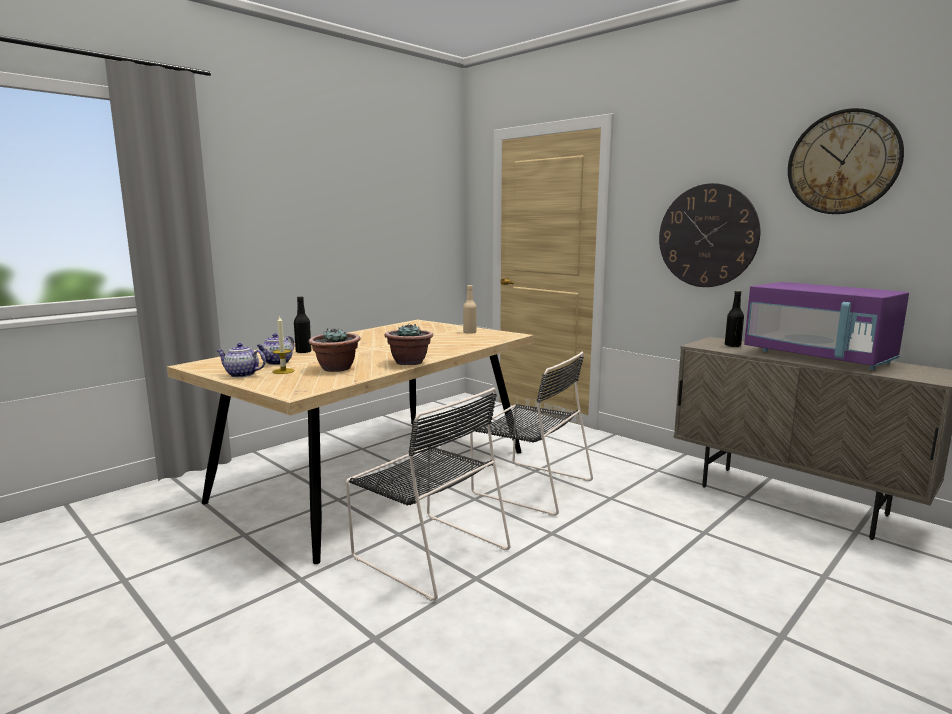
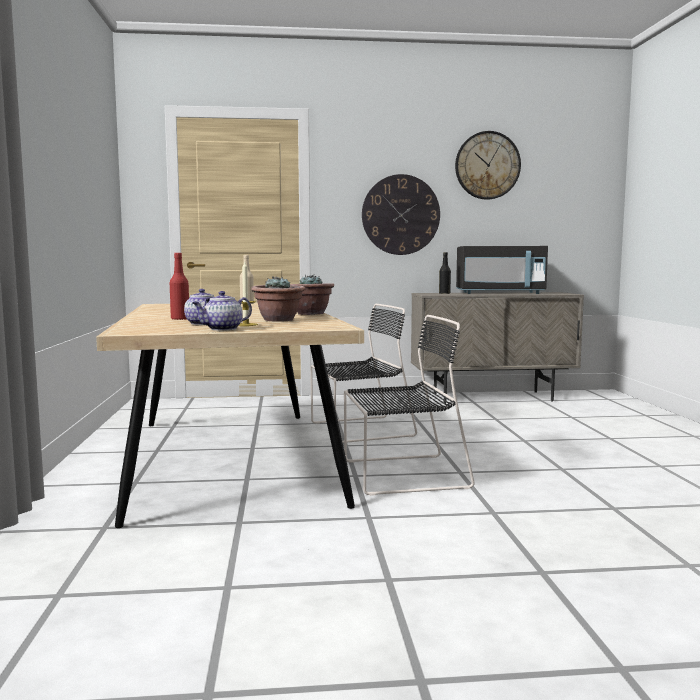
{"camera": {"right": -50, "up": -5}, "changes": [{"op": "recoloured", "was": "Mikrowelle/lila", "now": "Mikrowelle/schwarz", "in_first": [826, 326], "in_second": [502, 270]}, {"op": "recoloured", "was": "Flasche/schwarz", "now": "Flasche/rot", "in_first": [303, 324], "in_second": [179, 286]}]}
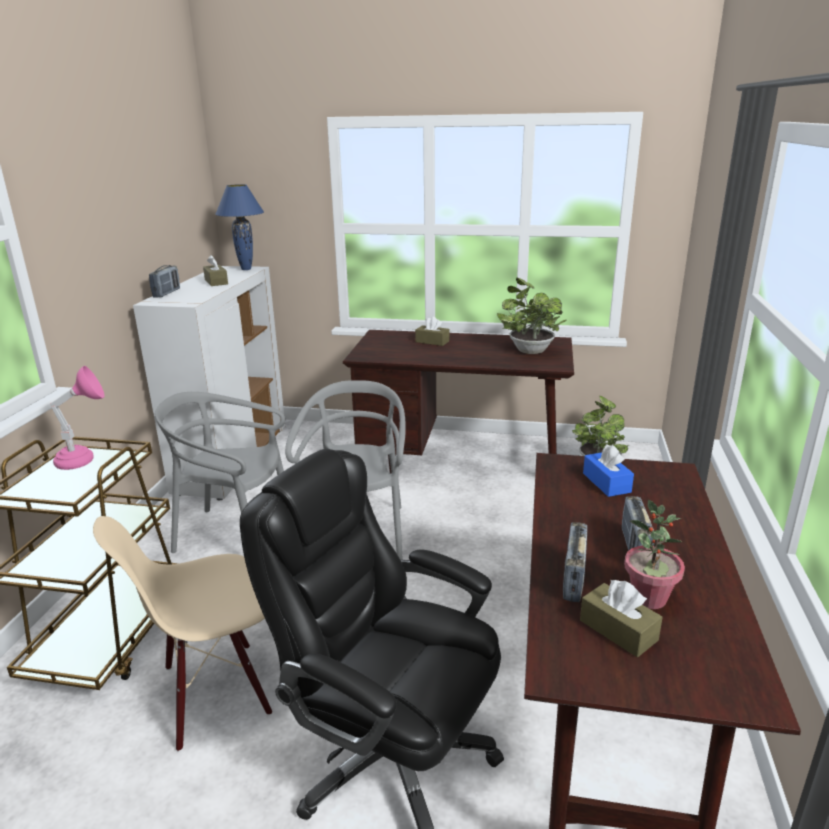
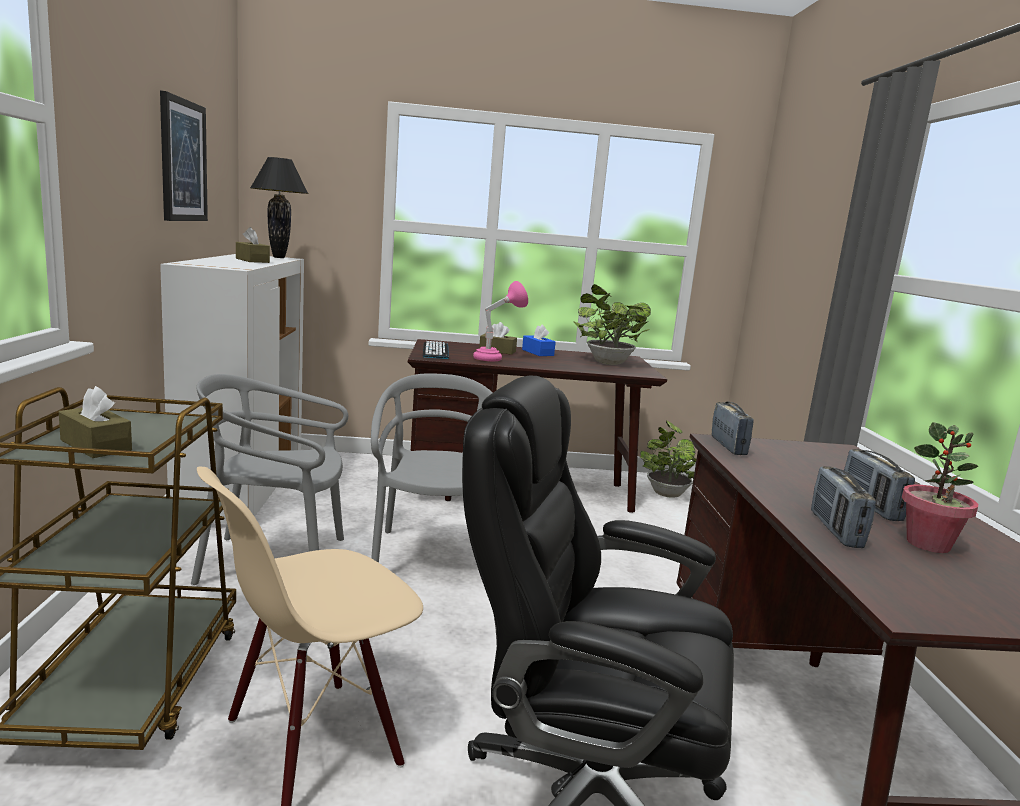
{"camera": {"right": -15, "up": -10}, "changes": [{"op": "recoloured", "was": "Tischlampe/blau", "now": "Tischlampe/schwarz", "in_first": [239, 227], "in_second": [279, 207]}, {"op": "moved", "was": "Radio", "in_first": [164, 281], "in_second": [733, 428]}, {"op": "moved", "was": "Tischlampe/rosa", "in_first": [77, 418], "in_second": [500, 321]}, {"op": "moved", "was": "Taschentuchbox/blau", "in_first": [608, 470], "in_second": [539, 340]}, {"op": "moved", "was": "Taschentuchbox/braun", "in_first": [621, 618], "in_second": [95, 422]}, {"op": "added", "now": "Bild", "in_second": [184, 156]}, {"op": "added", "now": "Tastatur", "in_second": [436, 350]}]}
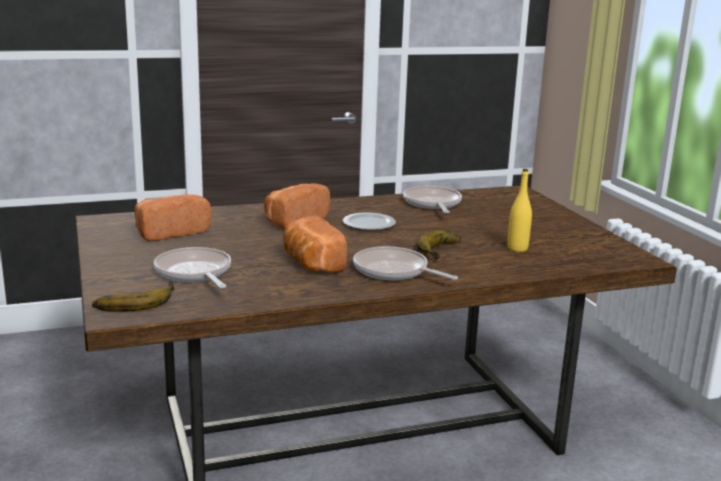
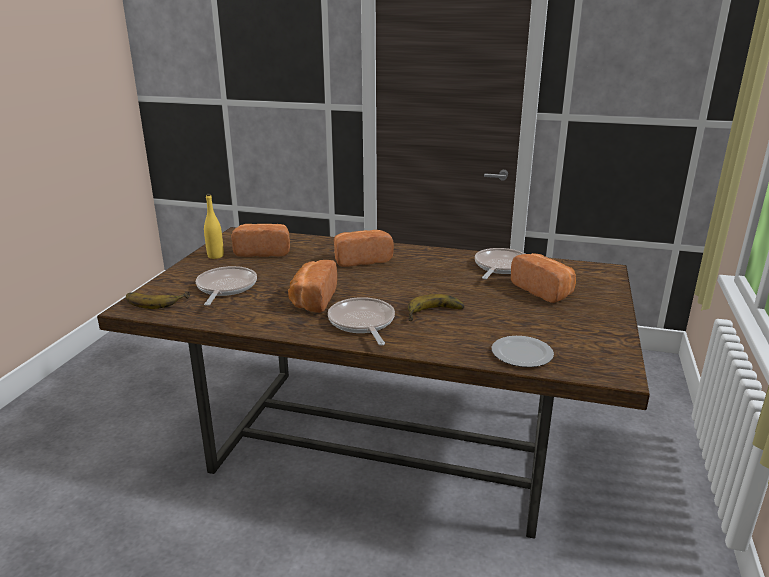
{"camera": {"right": 35, "up": 5}, "changes": [{"op": "moved", "was": "Flasche/gelb", "in_first": [520, 210], "in_second": [214, 226]}, {"op": "moved", "was": "Teller", "in_first": [369, 221], "in_second": [523, 351]}, {"op": "added", "now": "Brot", "in_second": [543, 278]}]}
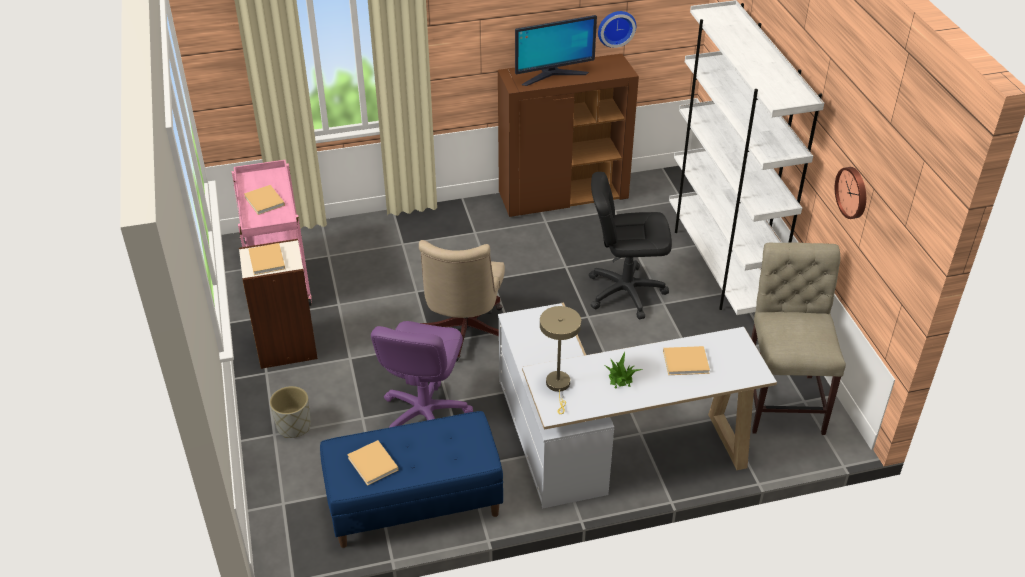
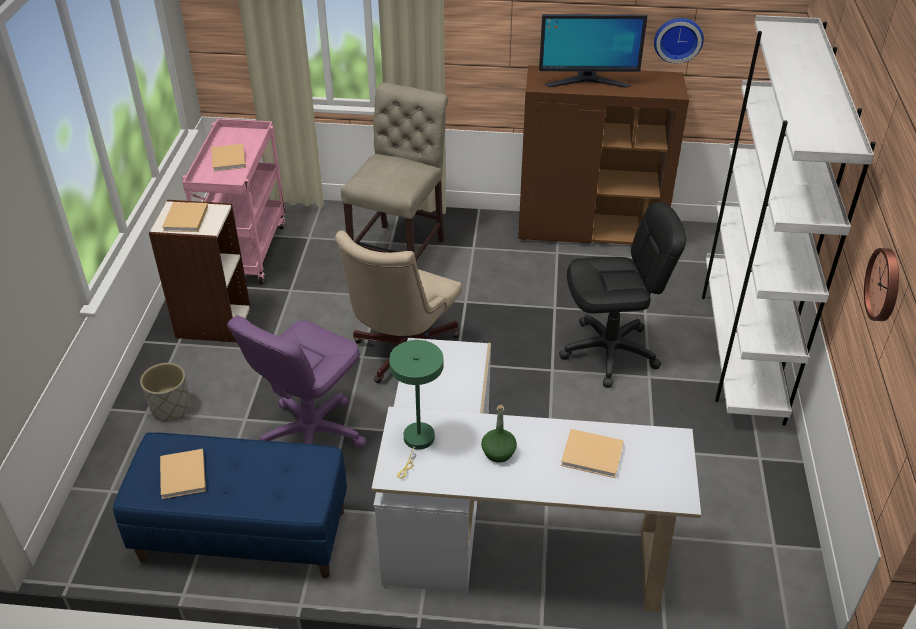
{"camera": {"right": 20, "up": 0}, "changes": [{"op": "turned", "was": "Bürostuhl/schwarz", "in_first": [630, 245], "in_second": [622, 295], "clockwise": 150}, {"op": "moved", "was": "Stuhl/beige", "in_first": [798, 338], "in_second": [394, 172]}, {"op": "recoloured", "was": "Tischlampe/beige", "now": "Tischlampe/grün", "in_first": [560, 360], "in_second": [416, 409]}, {"op": "replaced", "was": "Topfpflanze", "now": "Flasche/grün", "in_first": [624, 370], "in_second": [499, 433]}]}
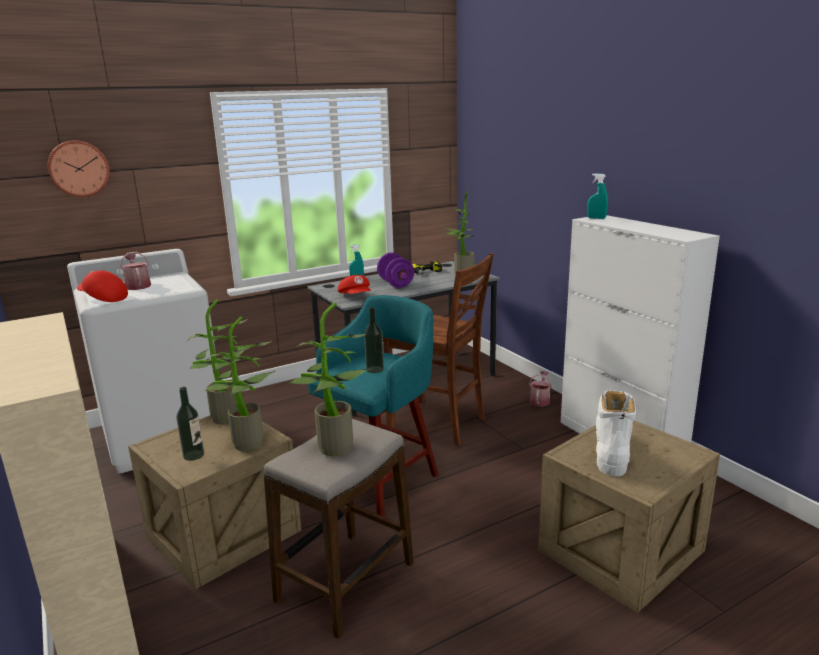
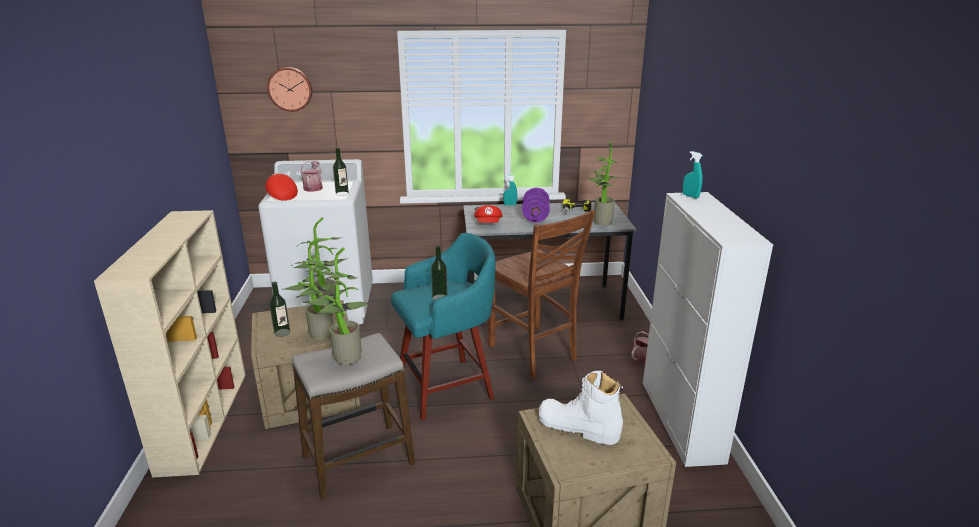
{"camera": {"right": 25, "up": 5}, "changes": [{"op": "turned", "was": "Stiefel/weiß", "in_first": [616, 433], "in_second": [581, 408], "clockwise": -105}, {"op": "added", "now": "Flasche", "in_second": [341, 172]}]}
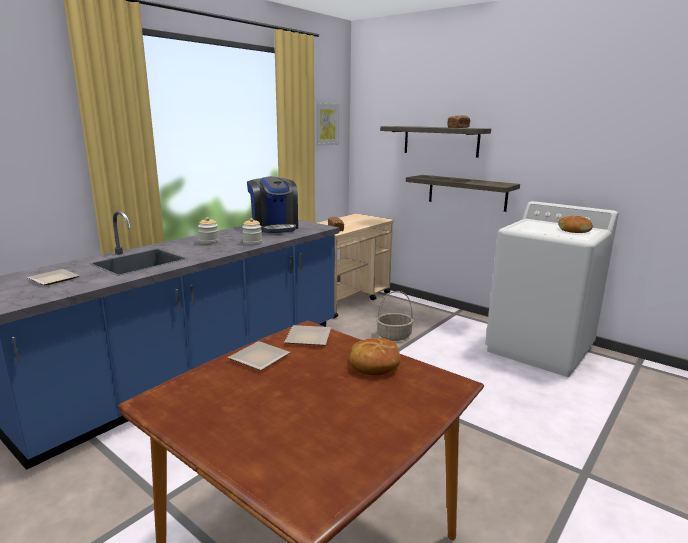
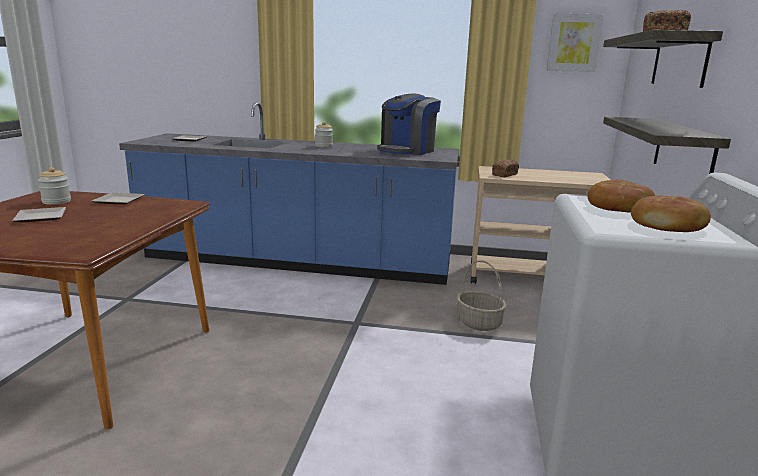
{"camera": {"right": 60, "up": 0}, "changes": [{"op": "moved", "was": "Vorratsglas", "in_first": [252, 231], "in_second": [54, 186]}, {"op": "moved", "was": "Teller", "in_first": [308, 335], "in_second": [39, 214]}, {"op": "moved", "was": "Brot", "in_first": [375, 356], "in_second": [621, 196]}]}
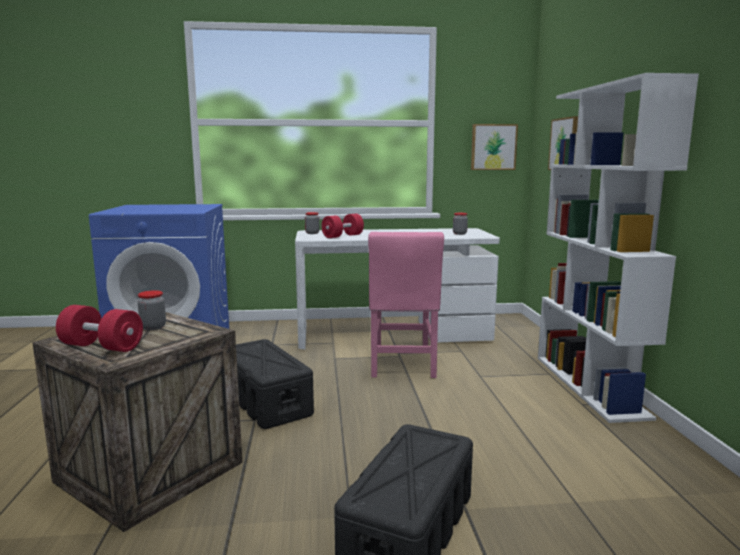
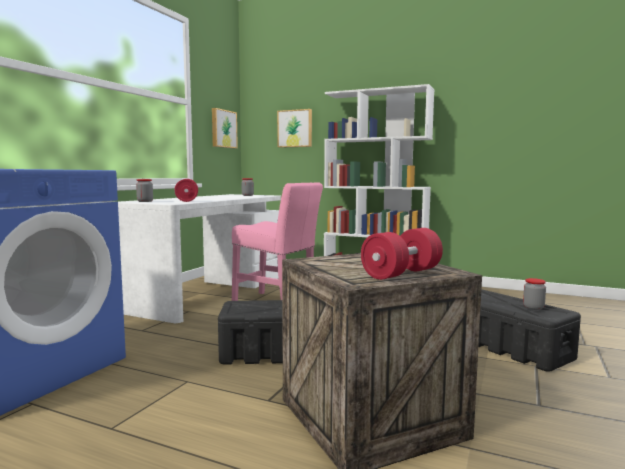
{"camera": {"right": -60, "up": -5}, "changes": [{"op": "moved", "was": "Vorratsglas", "in_first": [152, 310], "in_second": [534, 294]}]}
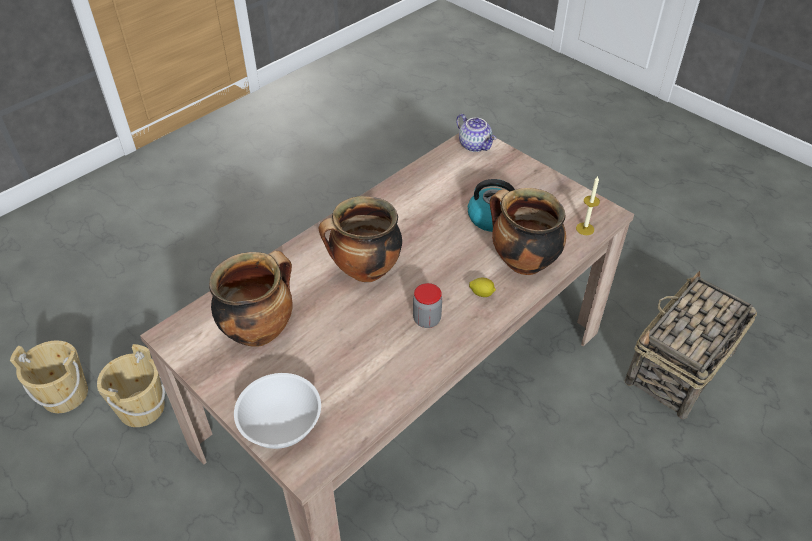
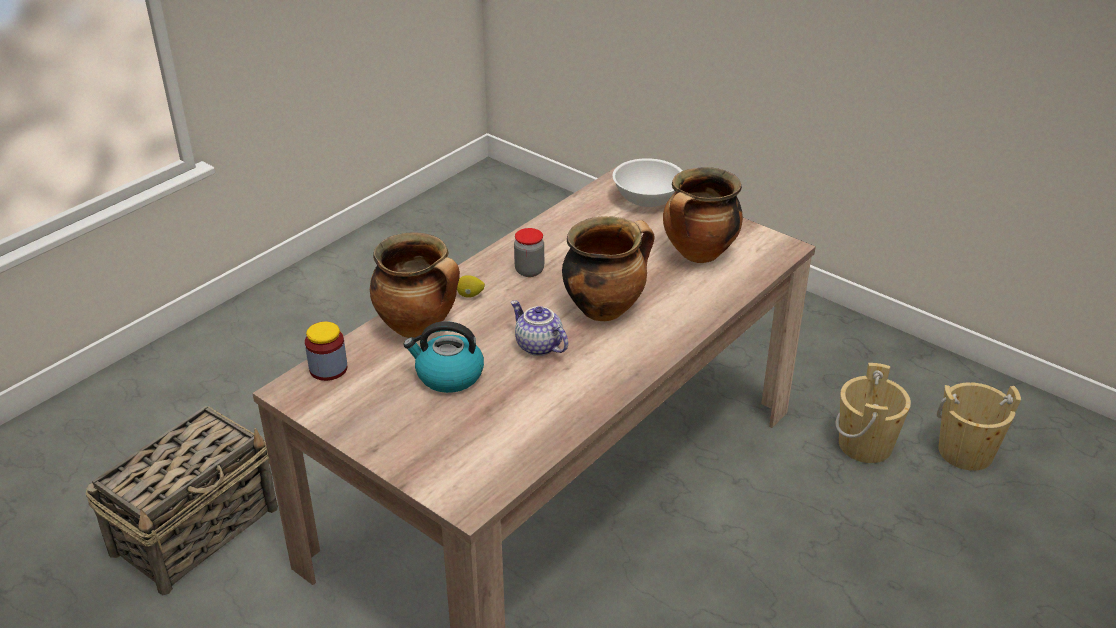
{"camera": {"right": 175, "up": -10}, "changes": [{"op": "moved", "was": "Teekanne", "in_first": [476, 133], "in_second": [539, 328]}, {"op": "replaced", "was": "Kerze", "now": "Vorratsglas", "in_first": [588, 205], "in_second": [326, 351]}]}
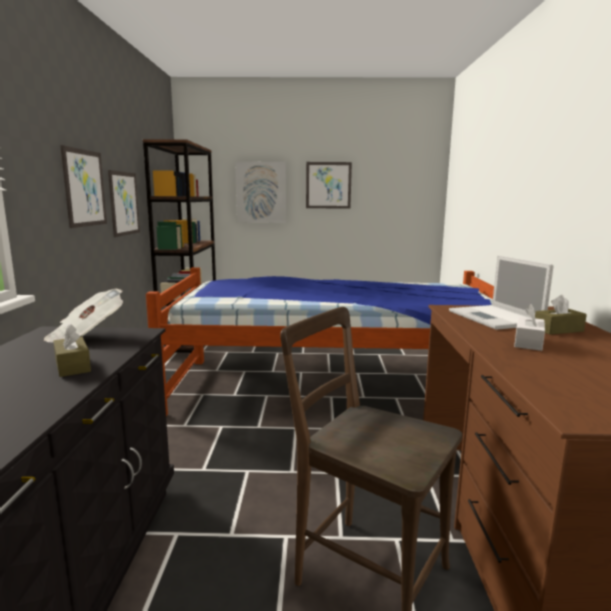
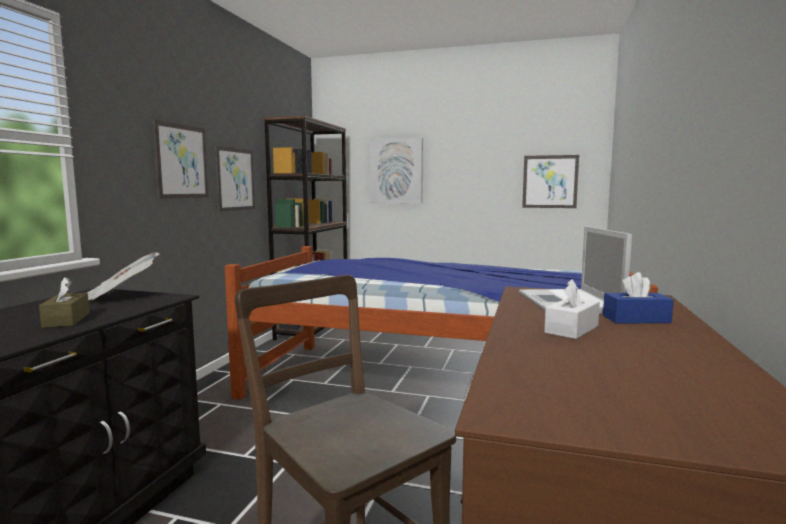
{"camera": {"right": 15, "up": -5}, "changes": [{"op": "moved", "was": "Bild", "in_first": [329, 185], "in_second": [550, 181]}, {"op": "recoloured", "was": "Taschentuchbox/braun", "now": "Taschentuchbox/blau", "in_first": [561, 315], "in_second": [638, 297]}]}
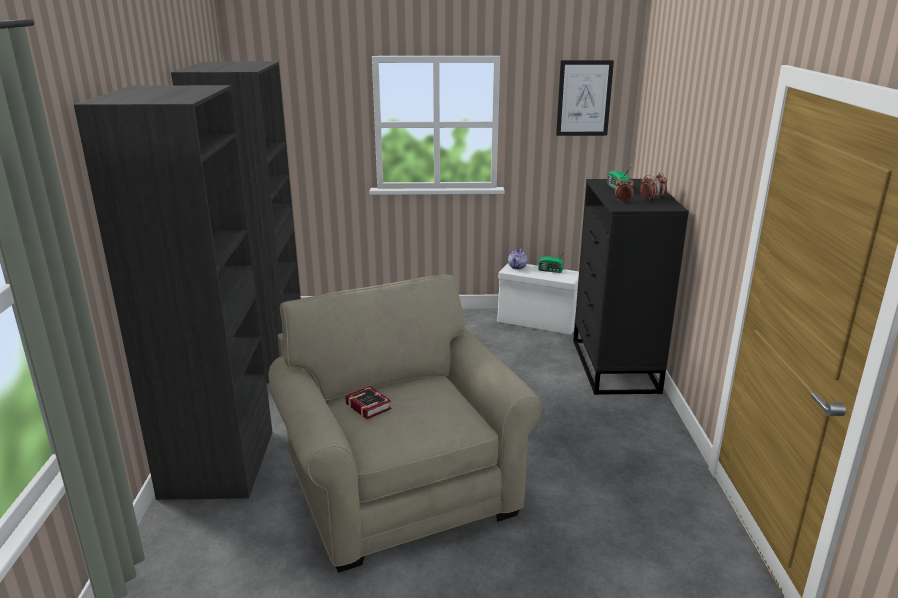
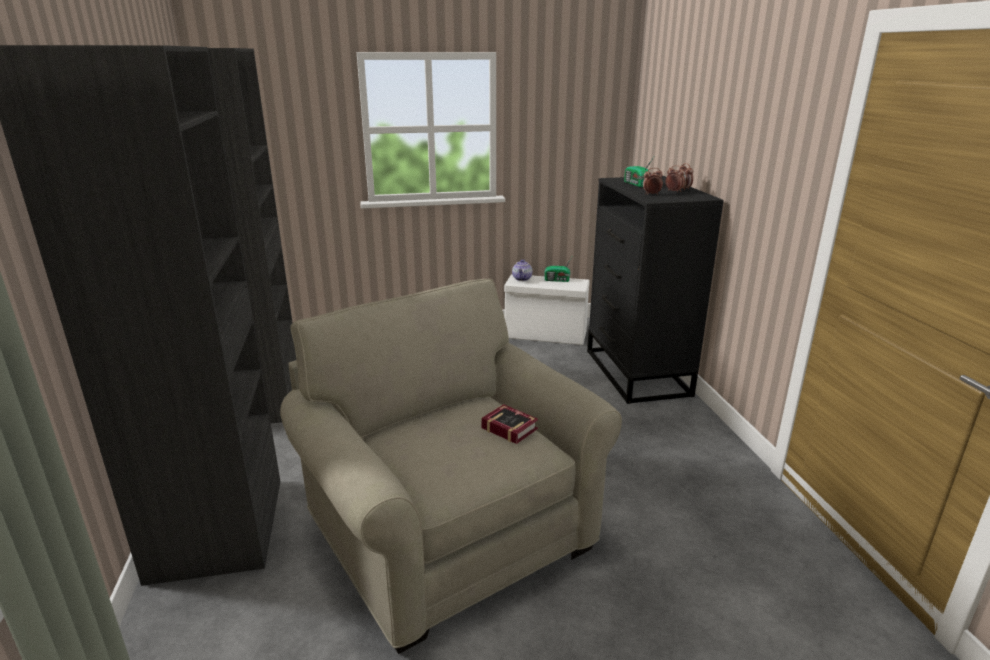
{"camera": {"right": -10, "up": 0}, "changes": [{"op": "removed", "was": "Bild", "in_first": [585, 98]}, {"op": "moved", "was": "Buch", "in_first": [368, 402], "in_second": [509, 424]}]}
